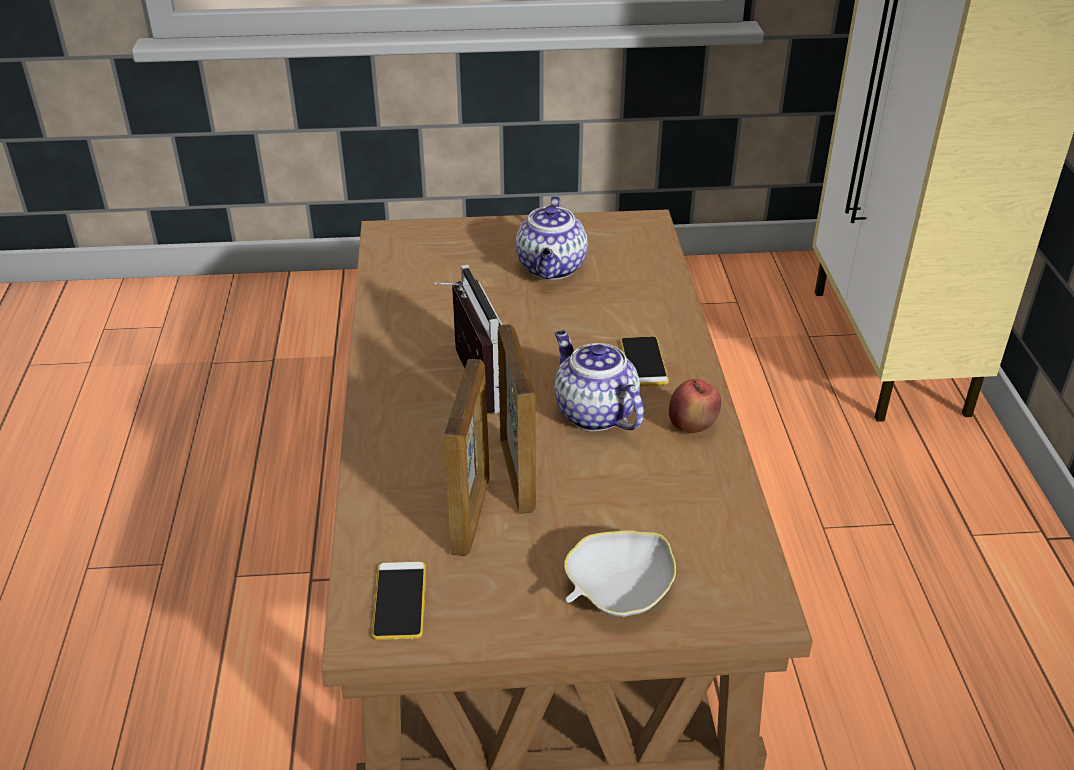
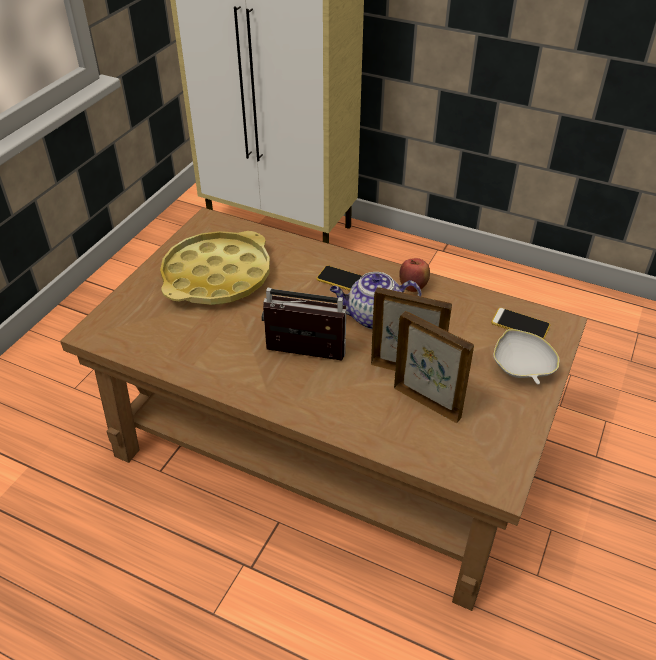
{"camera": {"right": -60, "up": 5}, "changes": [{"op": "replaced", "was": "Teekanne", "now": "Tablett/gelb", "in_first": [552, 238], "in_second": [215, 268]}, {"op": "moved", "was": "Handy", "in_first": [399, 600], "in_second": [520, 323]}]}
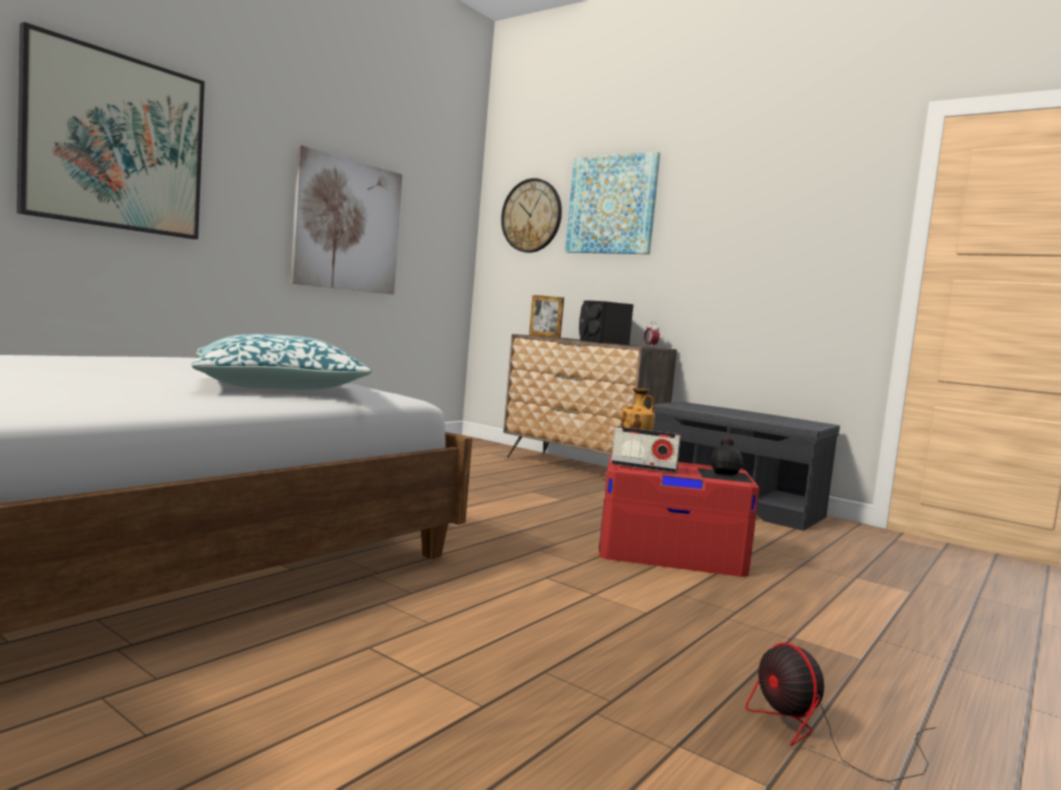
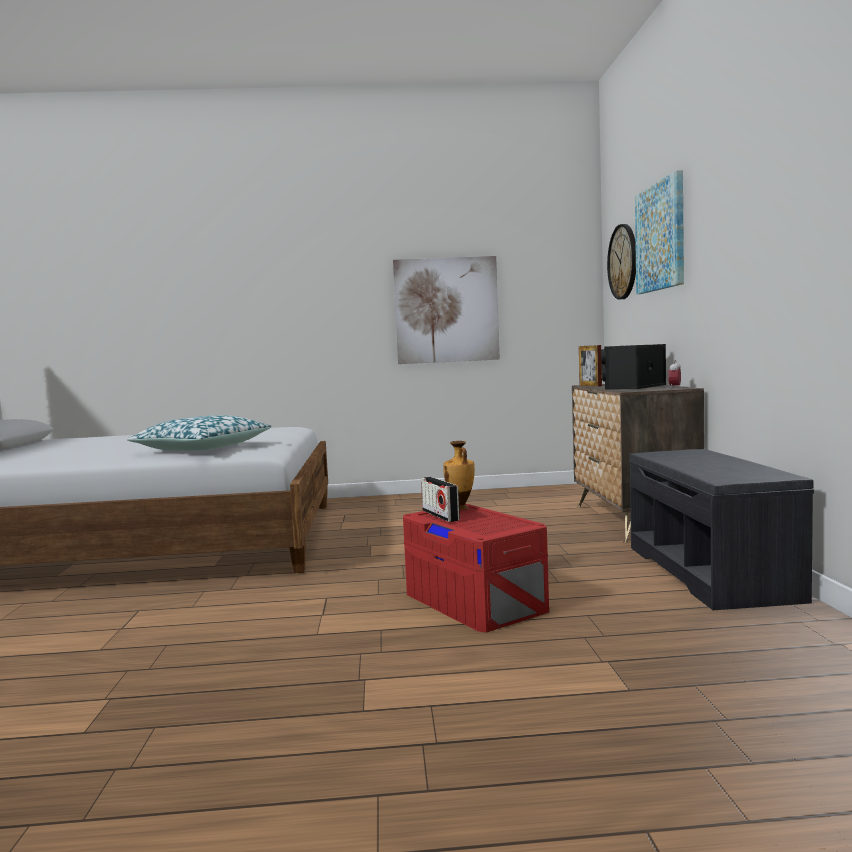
{"camera": {"right": 50, "up": 0}, "changes": [{"op": "removed", "was": "Bild", "in_first": [111, 130]}, {"op": "removed", "was": "Flasche/schwarz", "in_first": [725, 460]}, {"op": "removed", "was": "Ventilator", "in_first": [840, 712]}]}
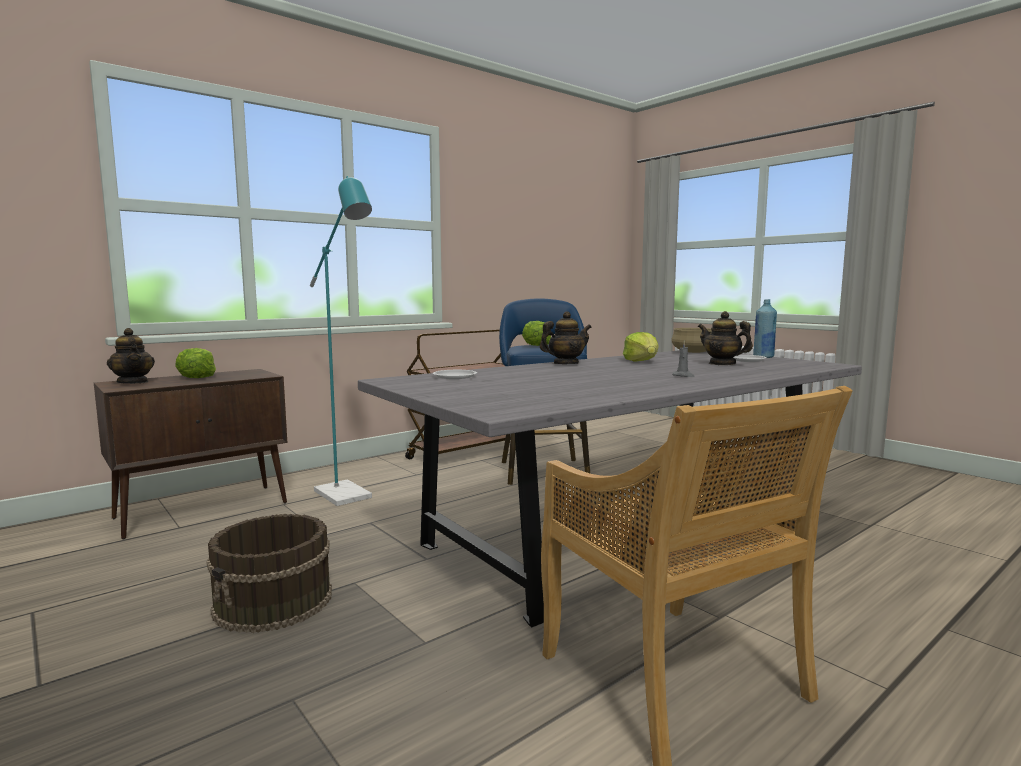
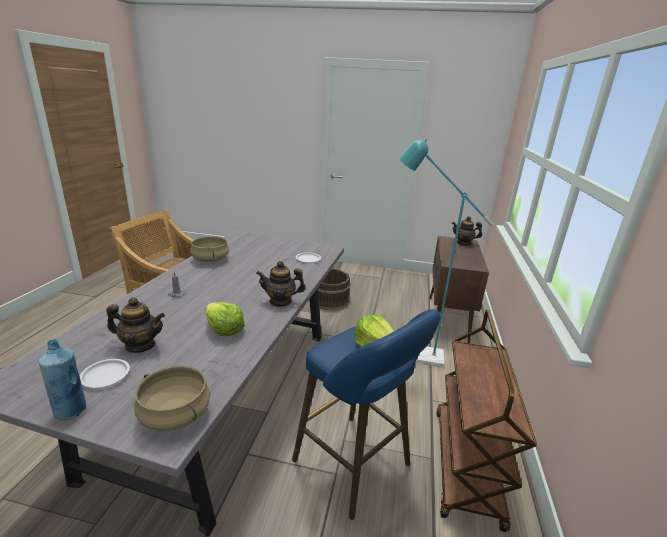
{"camera": {"right": 140, "up": 15}, "changes": [{"op": "turned", "was": "Teekanne", "in_first": [566, 337], "in_second": [281, 284], "clockwise": 60}, {"op": "removed", "was": "Salatkopf", "in_first": [195, 363]}, {"op": "added", "now": "Kochtopf/beige", "in_second": [209, 249]}]}
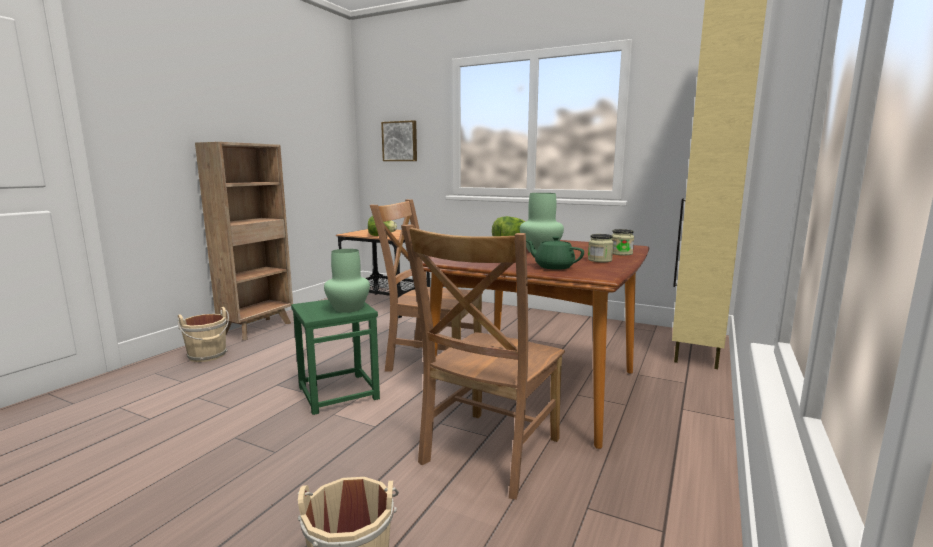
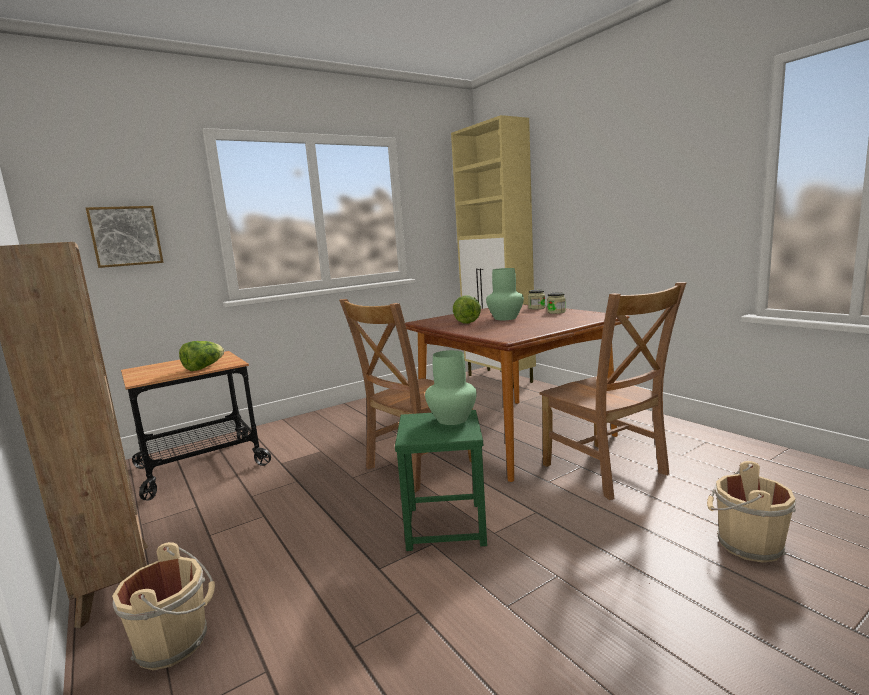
{"camera": {"right": -60, "up": 0}, "changes": [{"op": "removed", "was": "Teekanne/grün", "in_first": [555, 253]}]}
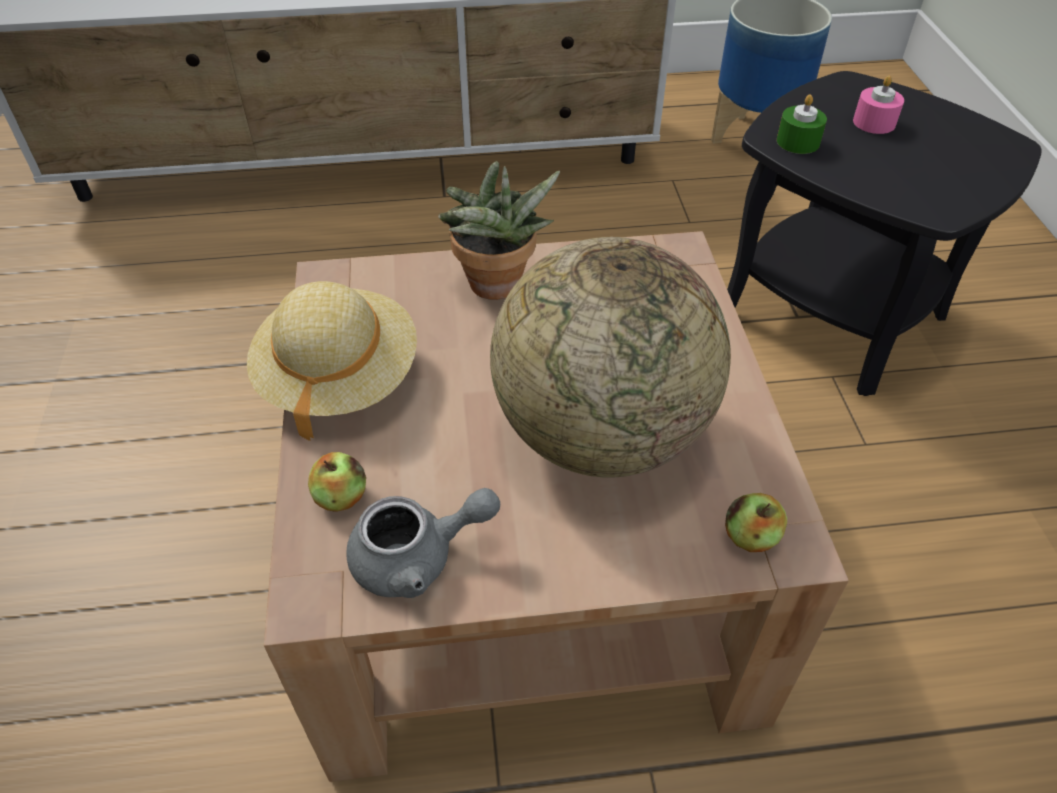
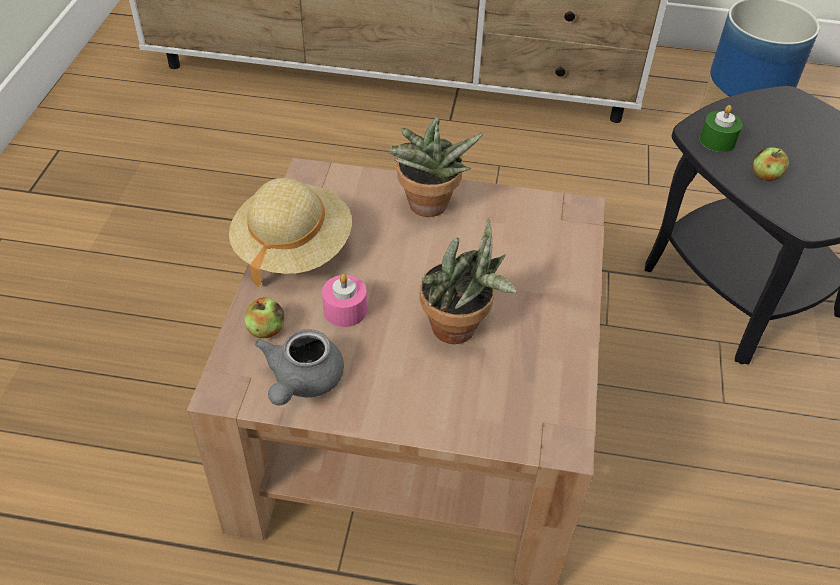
{"camera": {"right": 15, "up": 0}, "changes": [{"op": "moved", "was": "Kerze/rosa", "in_first": [878, 105], "in_second": [344, 300]}, {"op": "replaced", "was": "Globus", "now": "Topfpflanze", "in_first": [610, 357], "in_second": [468, 281]}, {"op": "turned", "was": "Teekanne/grau", "in_first": [423, 543], "in_second": [299, 367], "clockwise": 105}, {"op": "moved", "was": "Apfel", "in_first": [756, 522], "in_second": [770, 164]}]}
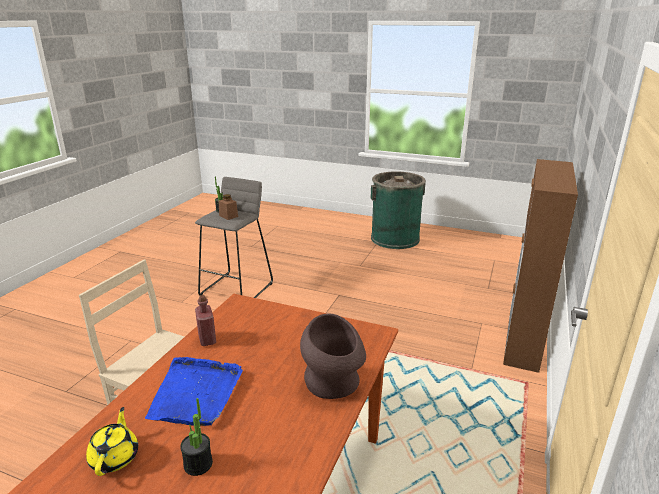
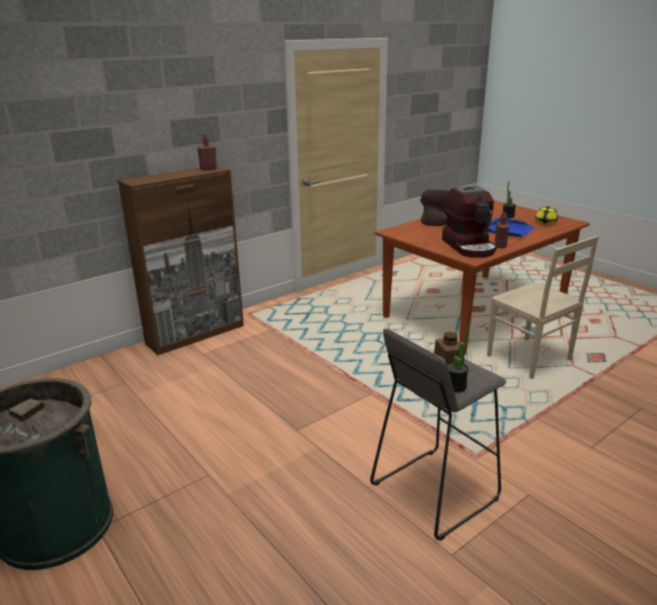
{"camera": {"right": -150, "up": 0}, "changes": [{"op": "added", "now": "Flasche/rot", "in_second": [207, 152]}, {"op": "added", "now": "Kaffeemaschine", "in_second": [469, 222]}]}
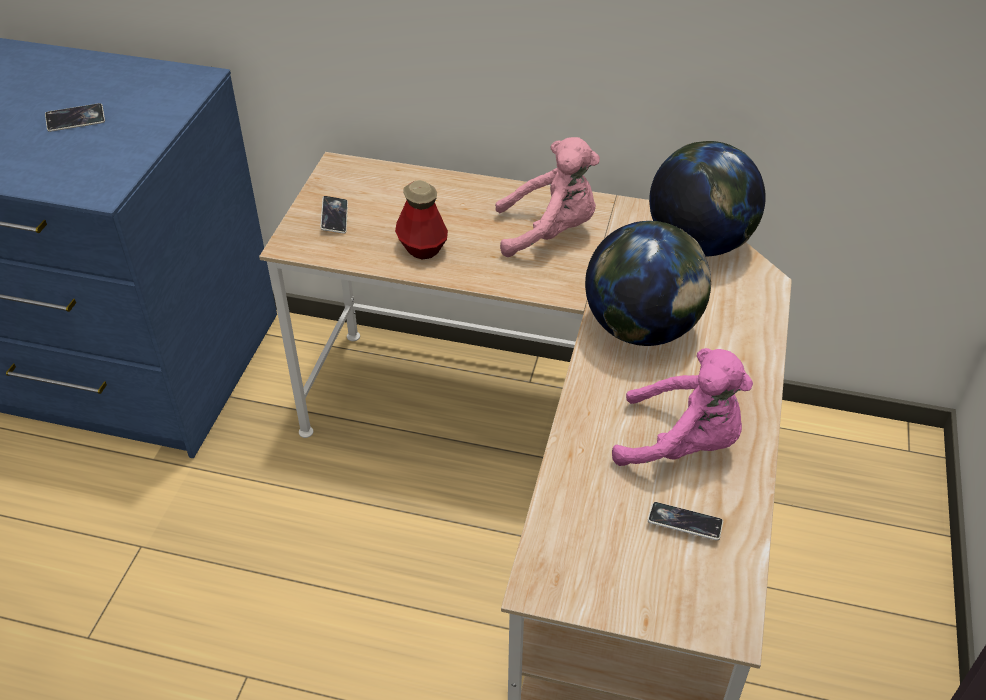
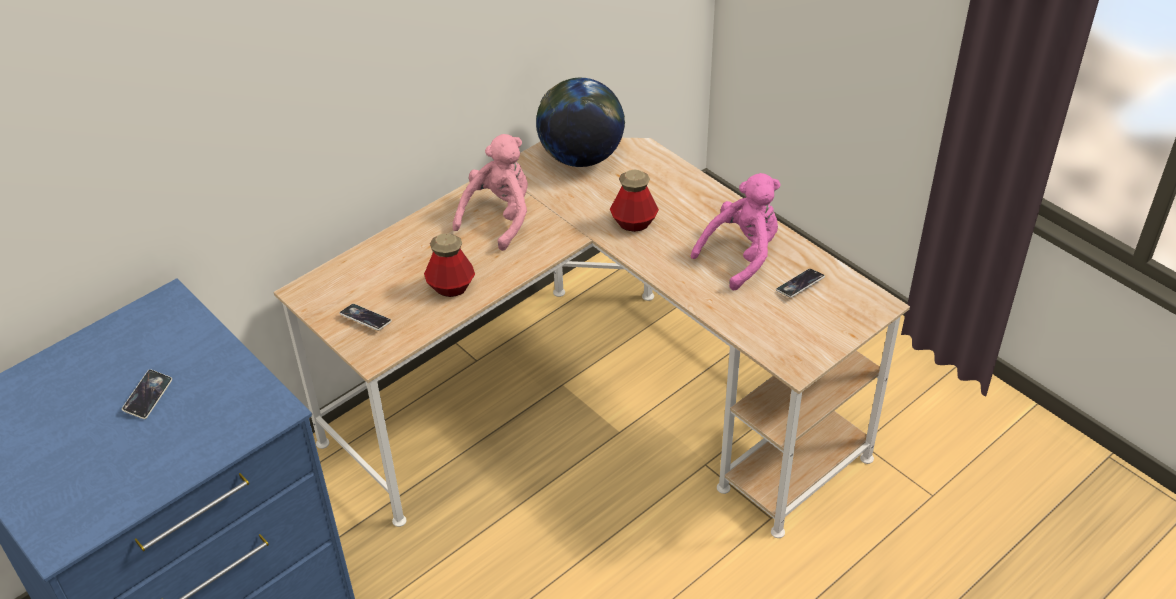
{"camera": {"right": -55, "up": 0}, "changes": [{"op": "replaced", "was": "Globus", "now": "Flasche", "in_first": [648, 283], "in_second": [634, 201]}]}
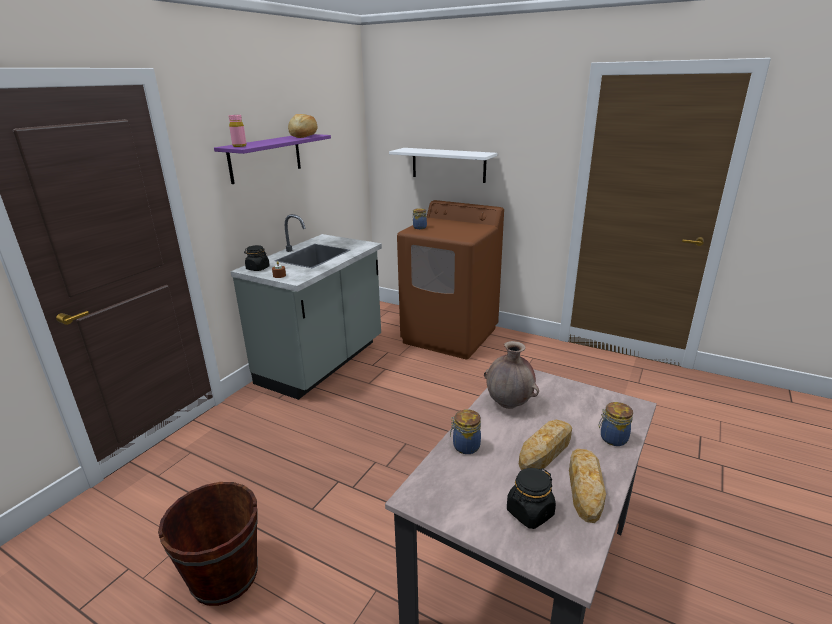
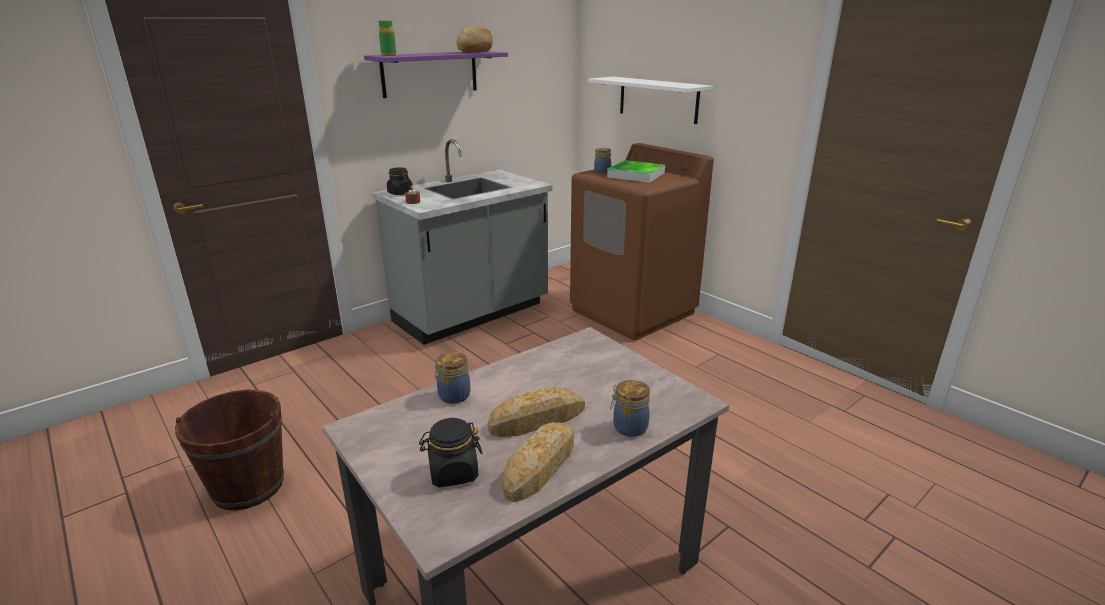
{"camera": {"right": 20, "up": 0}, "changes": [{"op": "recoloured", "was": "Flasche/rosa", "now": "Flasche/grün", "in_first": [238, 131], "in_second": [387, 38]}, {"op": "removed", "was": "Vase/braun", "in_first": [511, 375]}, {"op": "added", "now": "Tablett", "in_second": [636, 171]}]}
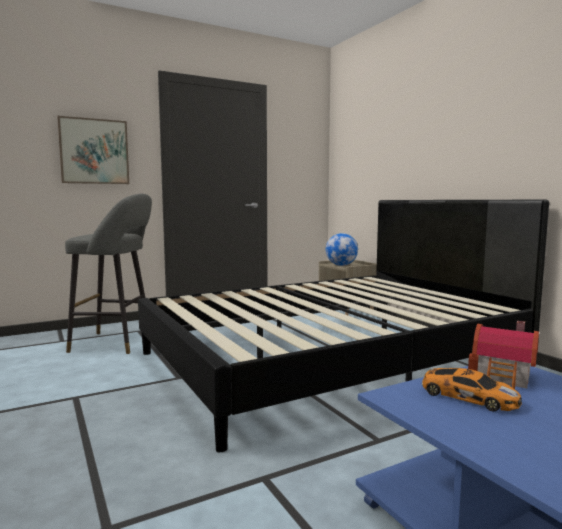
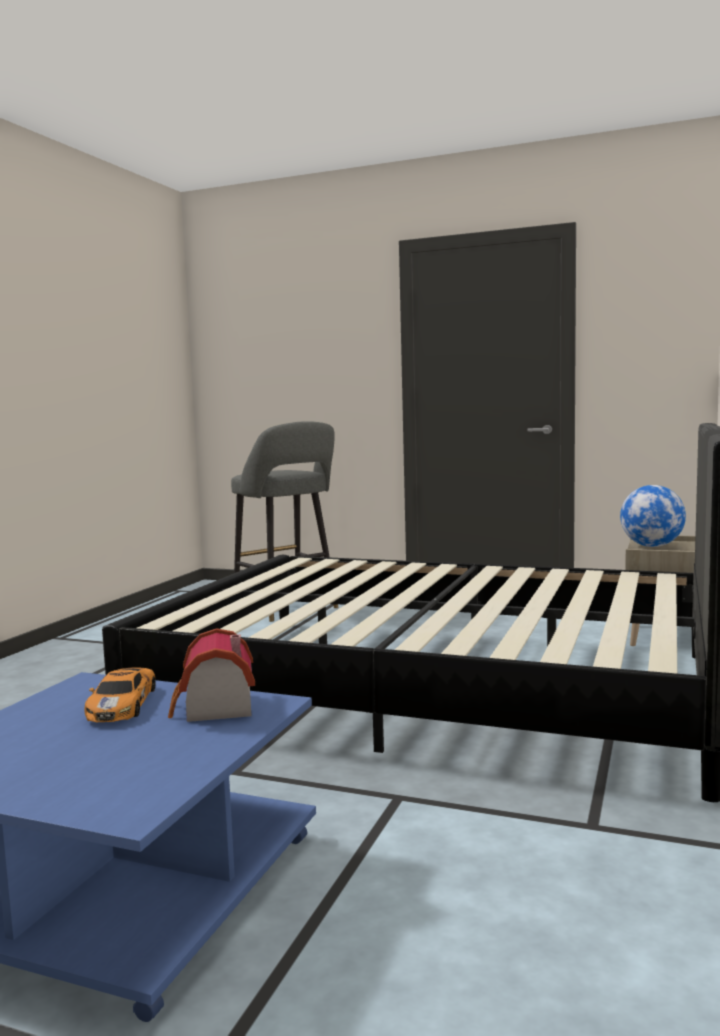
{"camera": {"right": 50, "up": 0}, "changes": [{"op": "removed", "was": "Bild", "in_first": [93, 150]}]}
